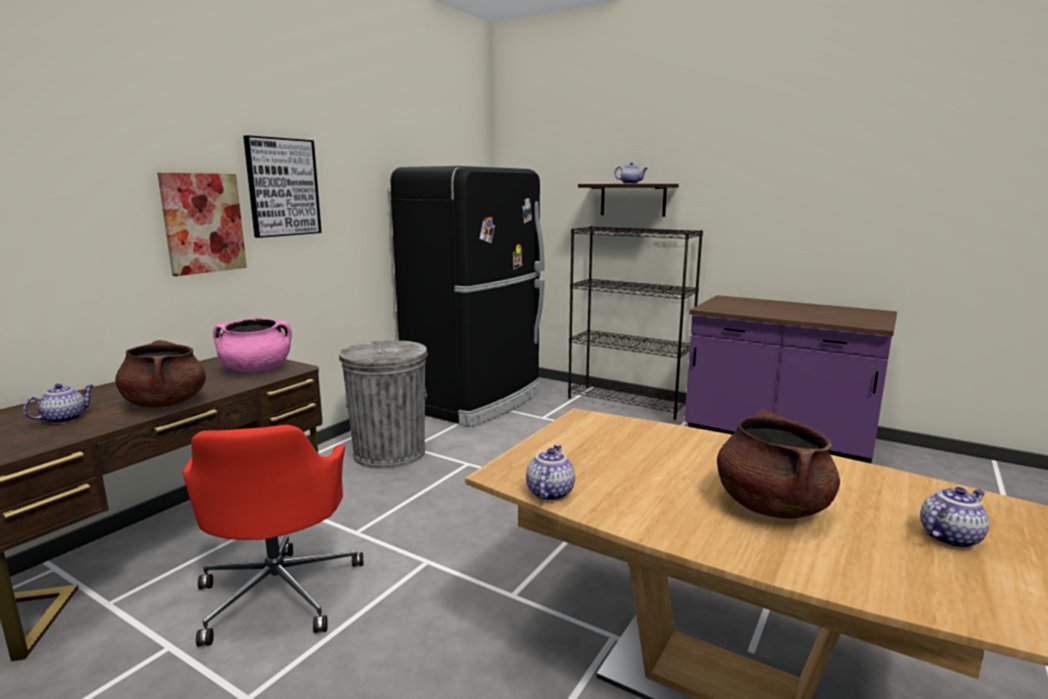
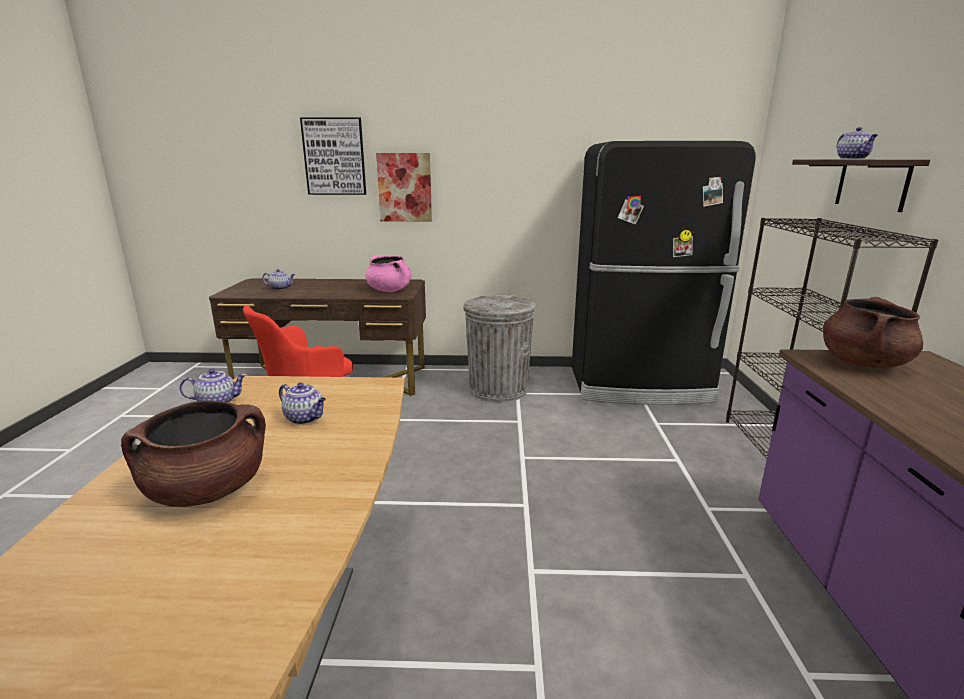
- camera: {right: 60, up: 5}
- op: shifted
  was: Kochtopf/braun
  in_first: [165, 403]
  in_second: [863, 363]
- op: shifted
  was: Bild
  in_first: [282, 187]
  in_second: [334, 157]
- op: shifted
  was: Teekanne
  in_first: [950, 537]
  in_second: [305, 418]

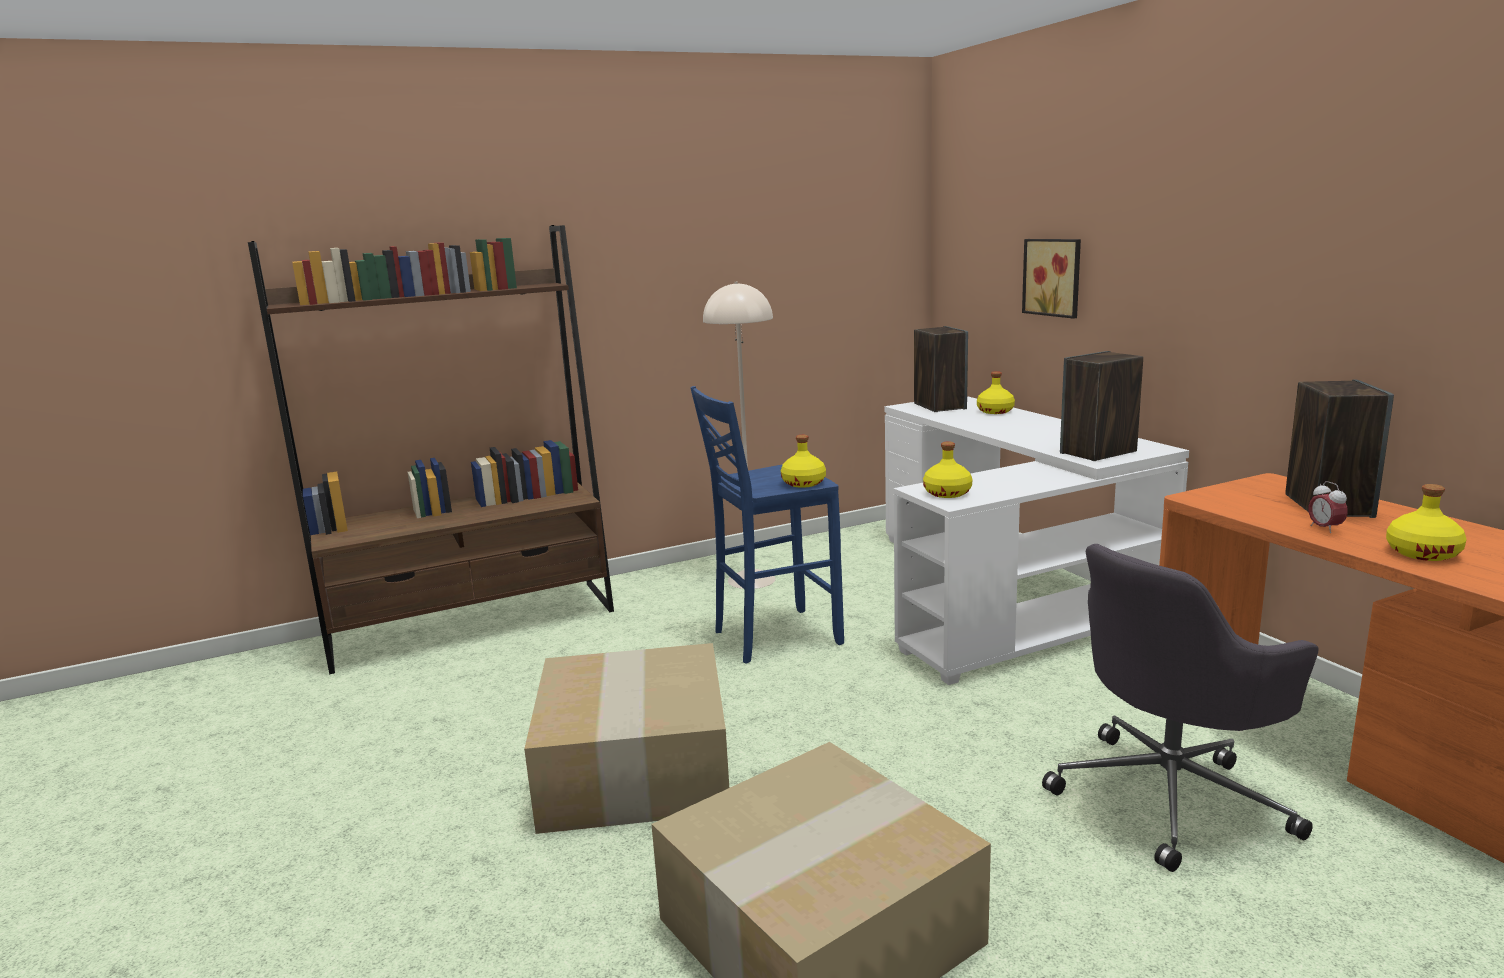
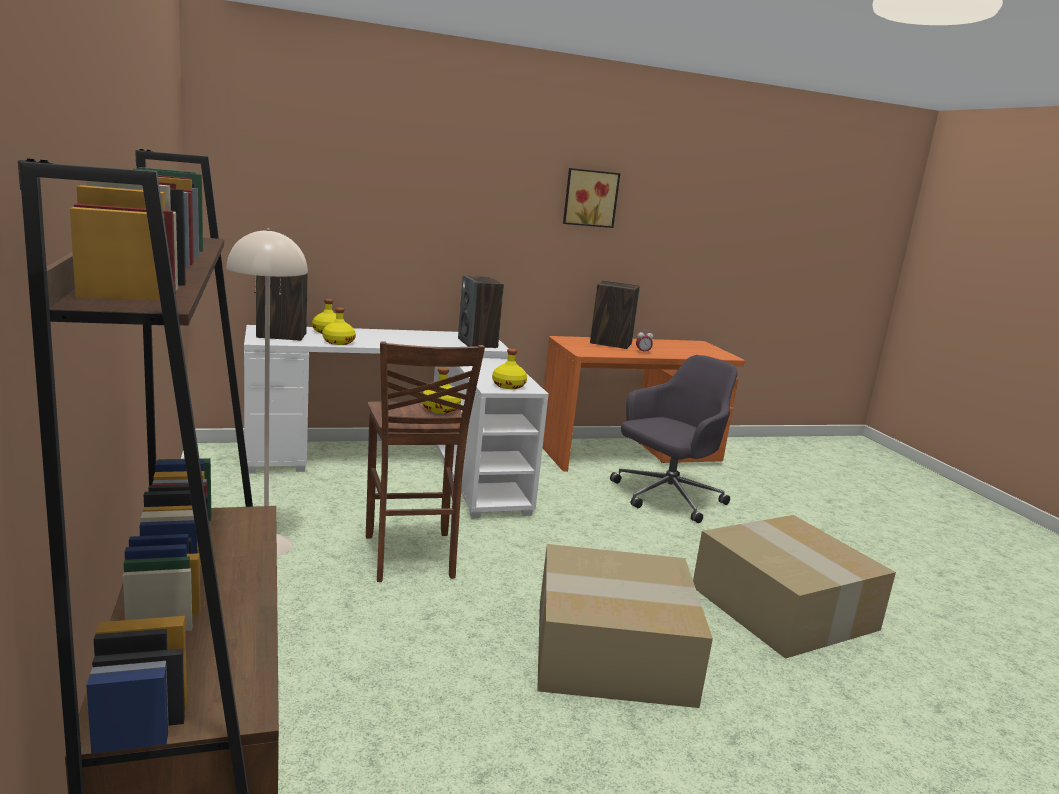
- camera: {right: -85, up: 0}
- op: repainted
  was: Hocker/blau
  now: Hocker/braun
  in_first: [773, 637]
  in_second: [410, 558]
- op: shifted
  was: Bild
  in_first: [1054, 277]
  in_second: [590, 198]
- op: rotated
  was: Bürostuhl/grau
  in_first: [1171, 796]
  in_second: [666, 497]
  clockwise: -105
- op: shifted
  was: Flasche/gelb
  in_first: [1422, 553]
  in_second: [338, 342]

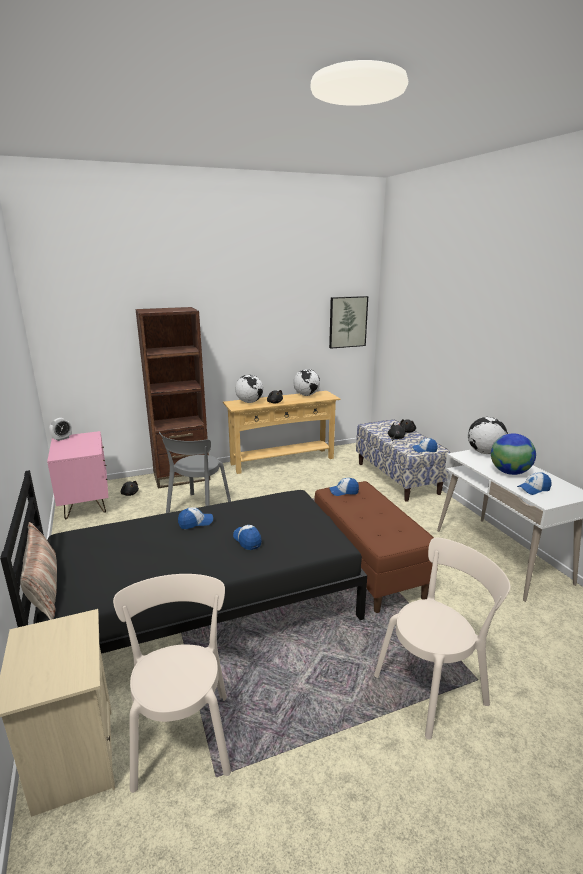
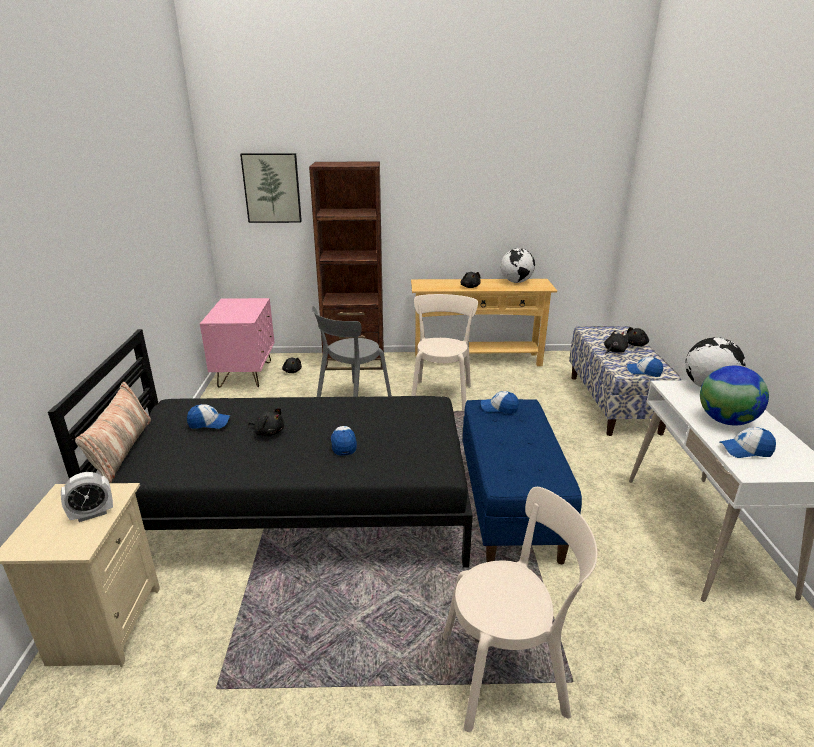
- camera: {right: 20, up: 5}
- op: shifted
  was: Wecker
  in_first: [62, 438]
  in_second: [92, 514]
- op: shifted
  was: Stuhl/beige
  in_first: [182, 734]
  in_second: [441, 394]
- op: shifted
  was: Kappe
  in_first: [195, 523]
  in_second: [209, 423]
- op: gone
  was: Globus
  in_first: [249, 402]
- op: repainted
  was: Bank/braun
  now: Bank/blau
  in_first: [366, 566]
  in_second: [508, 505]
- op: shifted
  was: Bild
  in_first: [347, 322]
  in_second: [272, 188]
- op: new
  now: Plüschtier/schwarz
  in_second: [268, 432]

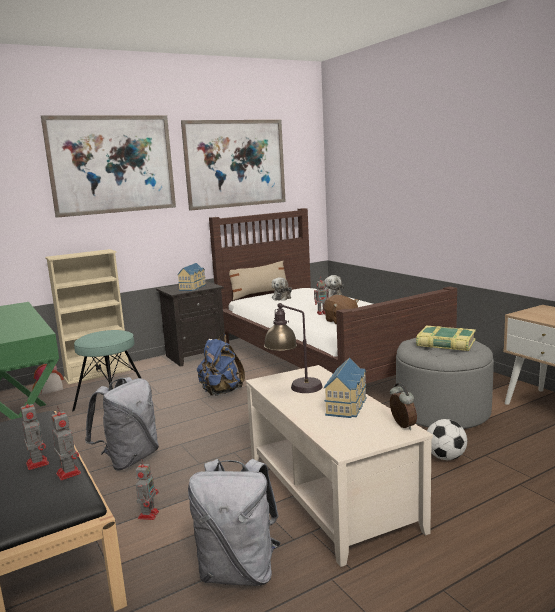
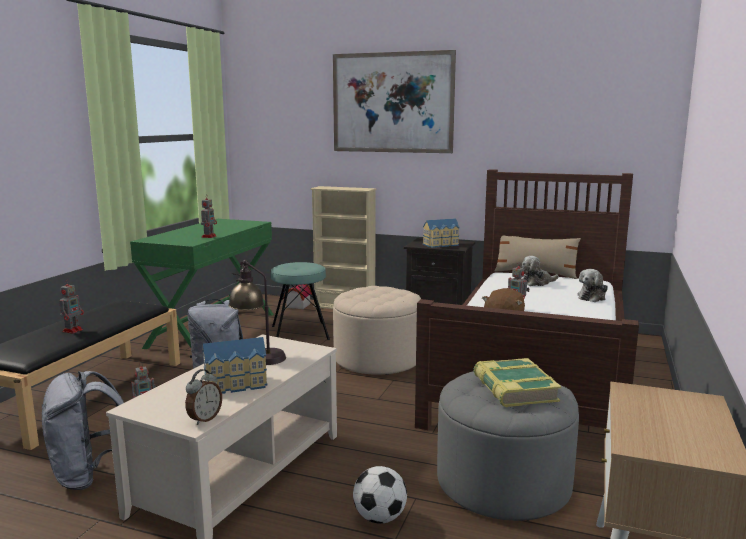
- camera: {right: 50, up: 0}
- op: shifted
  was: Spielzeugroboter
  in_first: [68, 473]
  in_second: [209, 236]
- op: gone
  was: Bild
  in_first: [236, 163]
- op: swapped
  was: Rucksack/blau
  now: Polsterhocker/beige
  in_first: [221, 392]
  in_second: [377, 358]

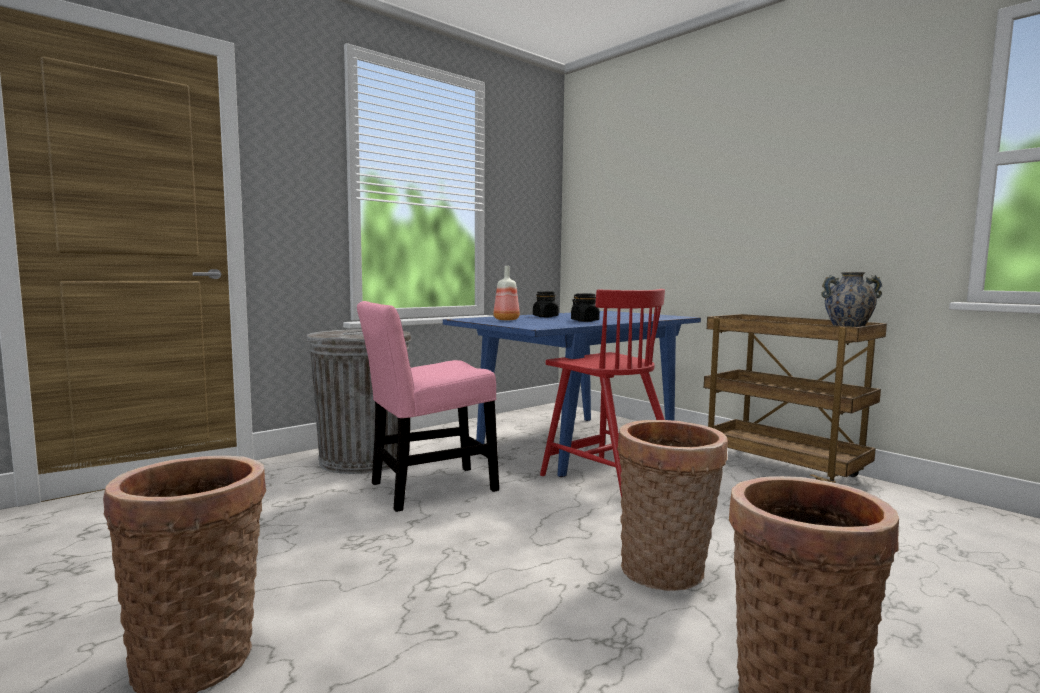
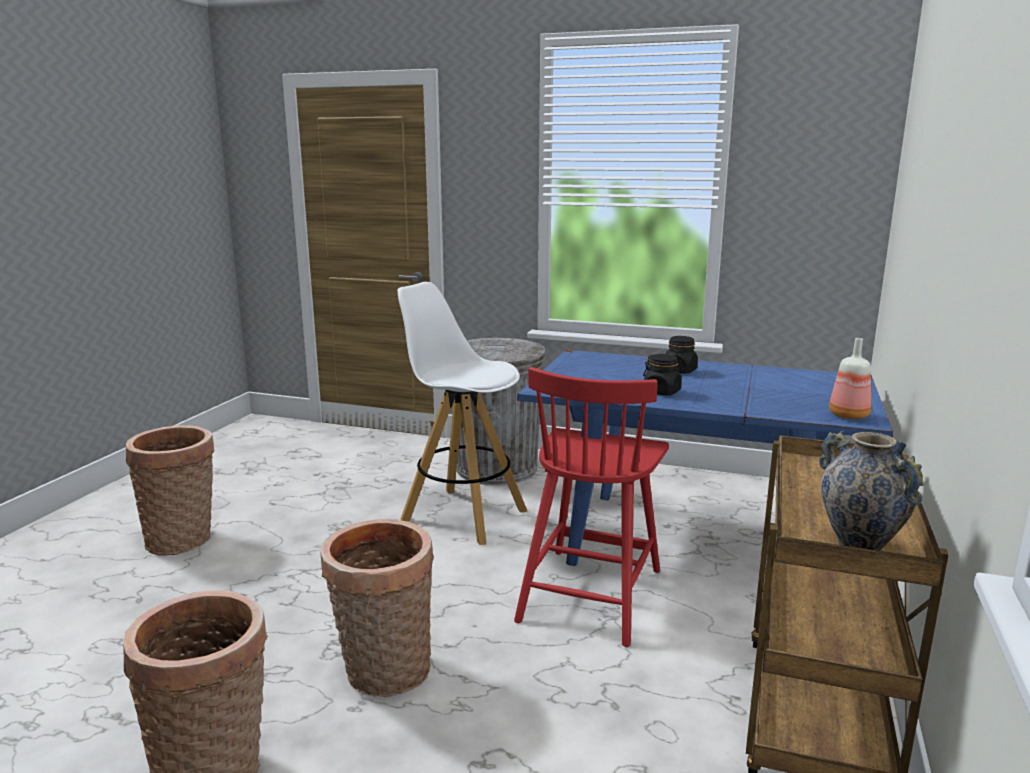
- camera: {right: 60, up: 10}
- op: swapped
  was: Stuhl/rosa
  now: Hocker/weiß
  in_first: [427, 488]
  in_second: [463, 515]
- op: shifted
  was: Flasche
  in_first: [505, 319]
  in_second: [848, 415]

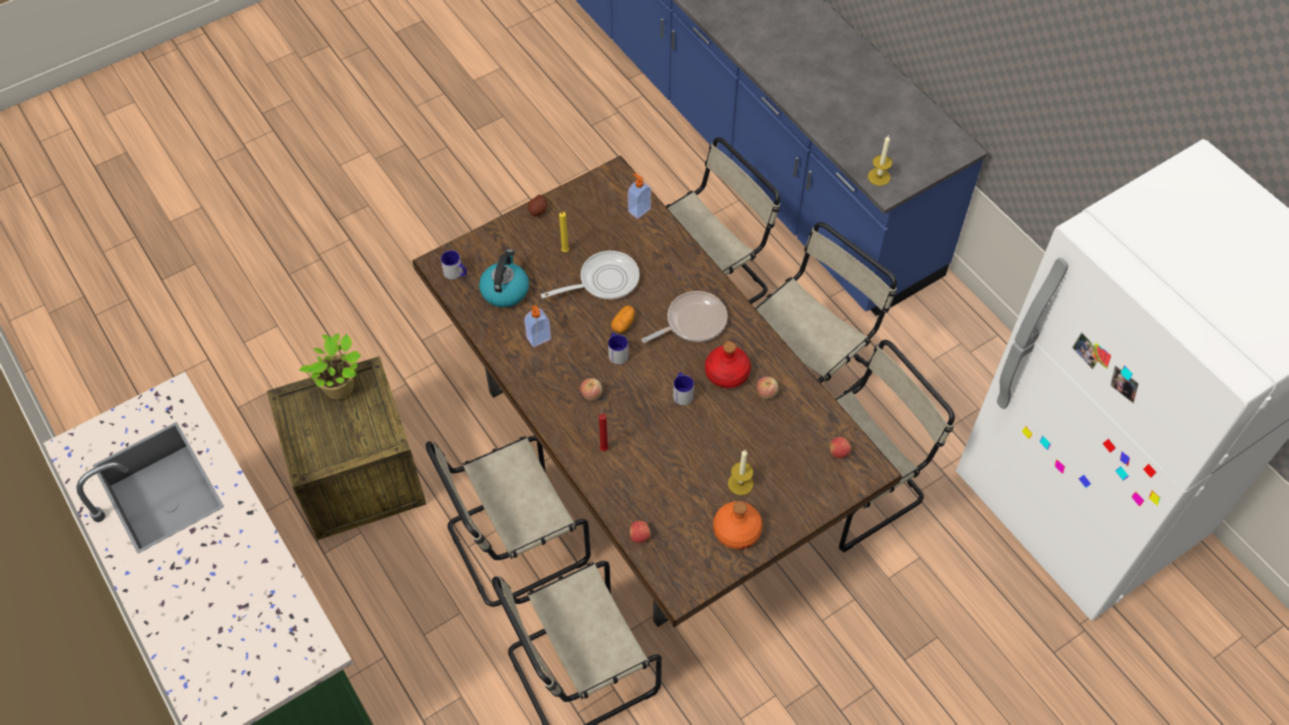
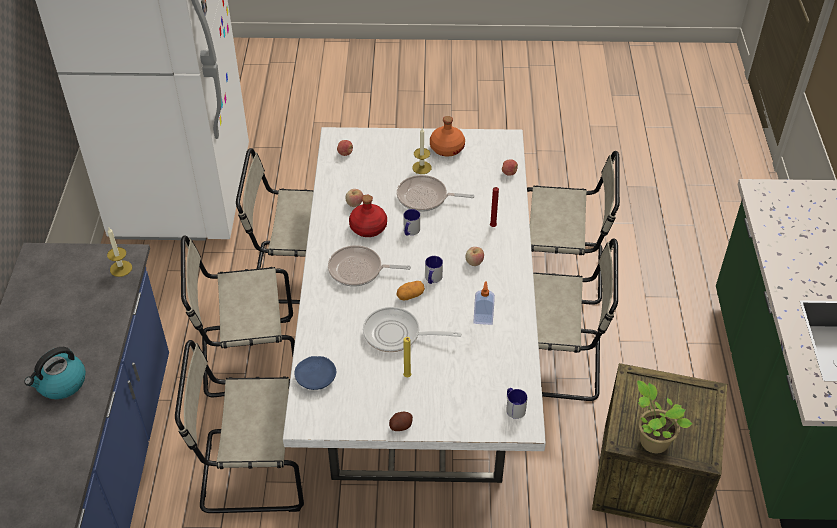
- camera: {right: -145, up: -10}
- op: repainted
  was: Esstisch/braun
  now: Esstisch/weiß
  in_first: [643, 455]
  in_second: [418, 367]
- op: shifted
  was: Wasserkessel
  in_first: [505, 290]
  in_second: [61, 383]
- op: swapped
  was: Seifenspender
  now: Teller/blau
  in_first: [638, 210]
  in_second: [316, 377]
- op: new
  now: Pfanne
  in_second: [425, 198]

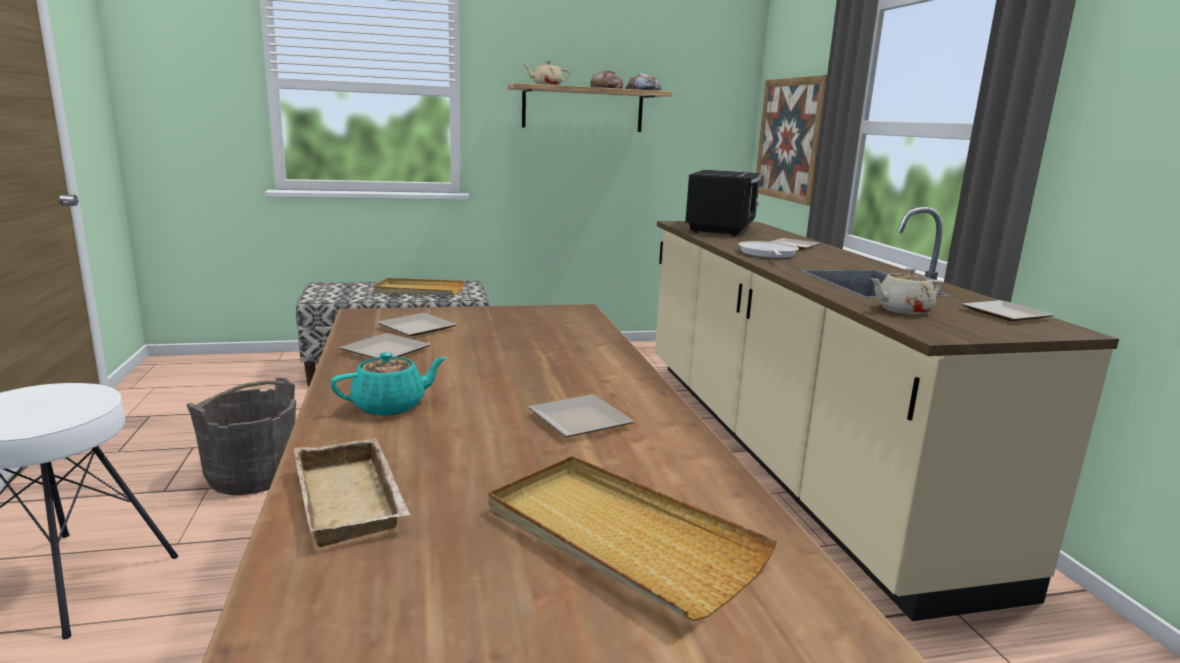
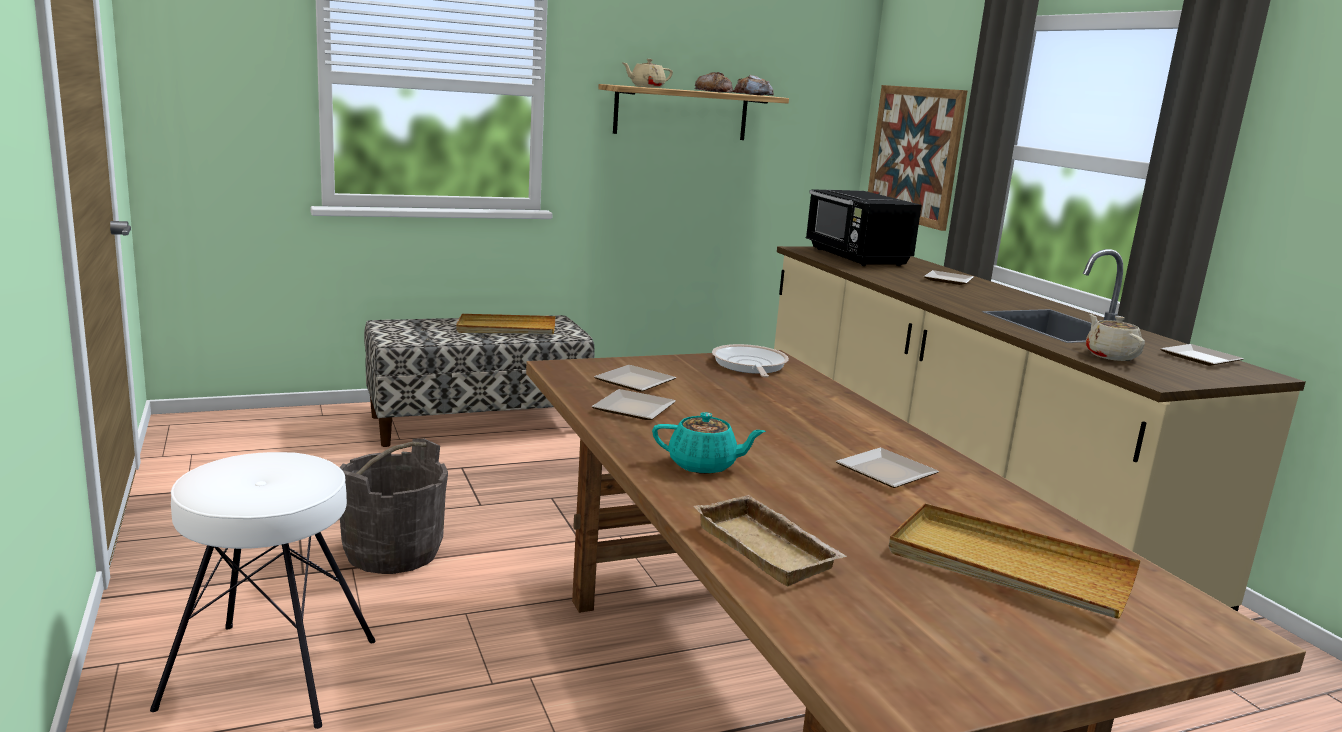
- camera: {right: -10, up: 0}
- op: rotated
  was: Teekanne/türkis
  in_first: [390, 406]
  in_second: [704, 465]
  clockwise: 45
- op: rotated
  was: Mikrowelle/schwarz
  in_first: [722, 229]
  in_second: [856, 257]
  clockwise: 150
- op: shifted
  was: Pfanne
  in_first: [767, 254]
  in_second: [749, 366]
- op: rotated
  was: Teekanne/beige
  in_first: [902, 310]
  in_second: [1110, 356]
  clockwise: 105

